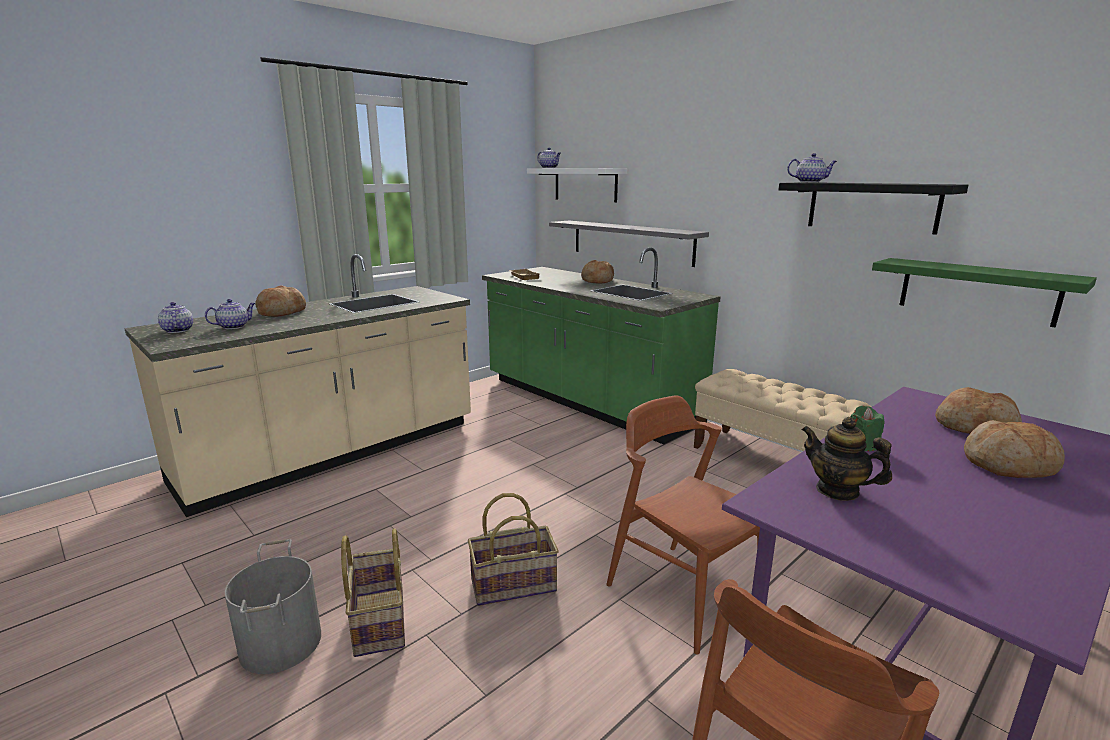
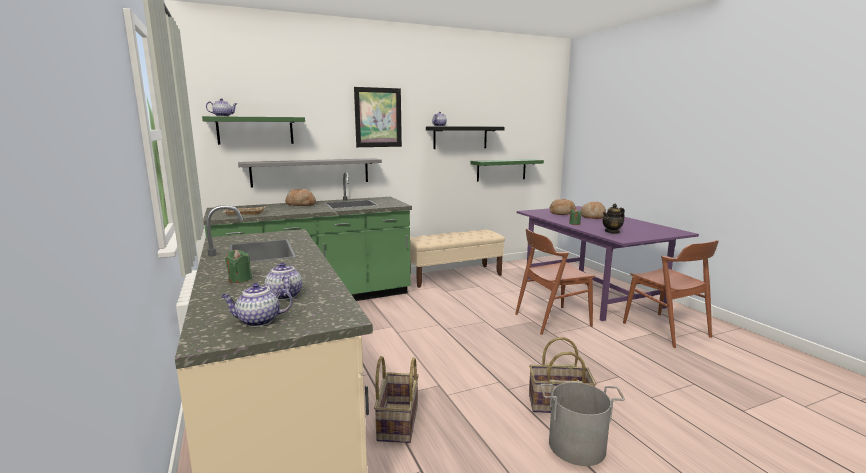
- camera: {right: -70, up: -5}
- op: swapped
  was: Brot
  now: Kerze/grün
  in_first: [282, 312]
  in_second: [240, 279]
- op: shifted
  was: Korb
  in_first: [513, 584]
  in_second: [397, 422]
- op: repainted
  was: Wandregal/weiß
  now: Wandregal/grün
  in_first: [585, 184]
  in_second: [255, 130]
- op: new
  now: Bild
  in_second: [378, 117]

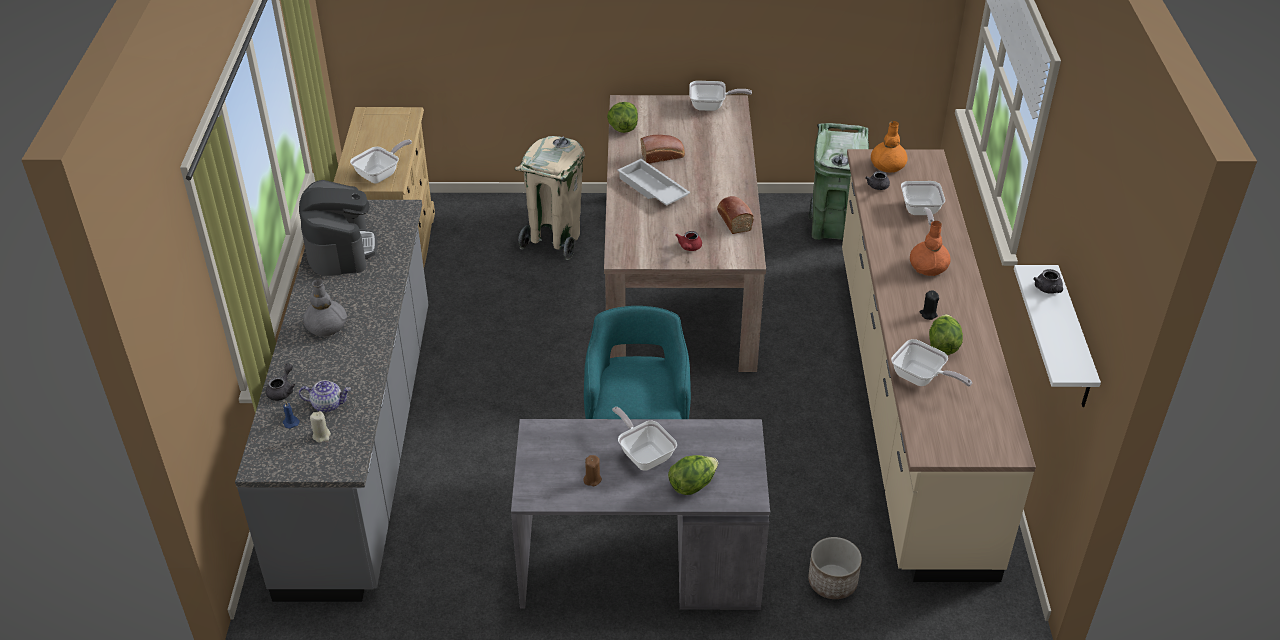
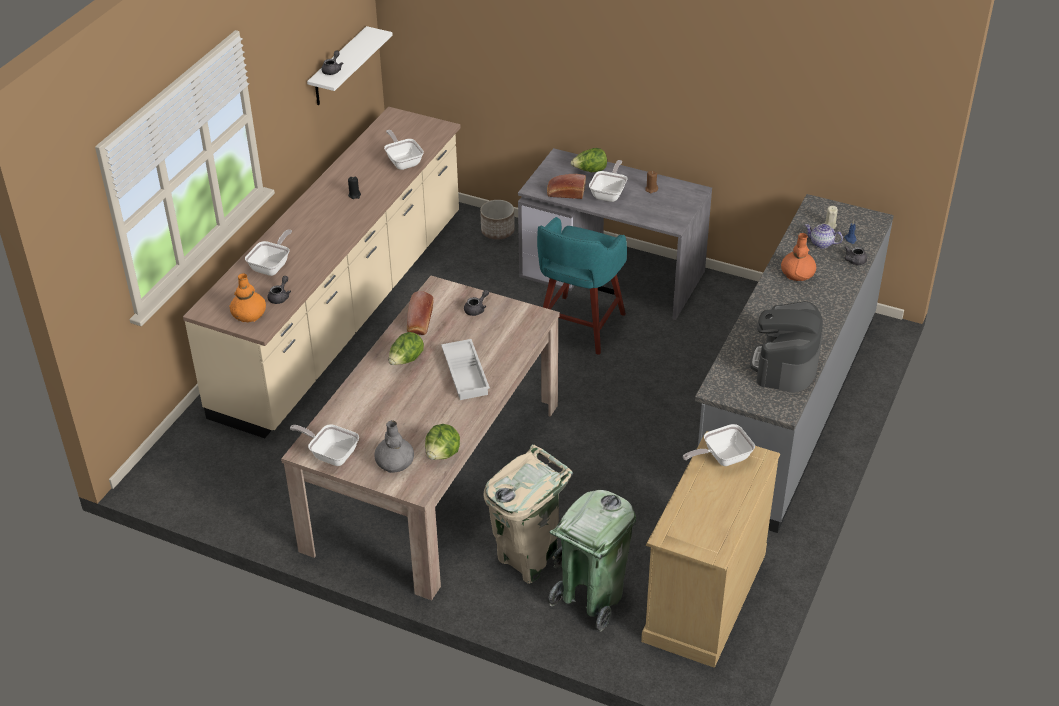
- camera: {right: -155, up: 0}
- op: shifted
  was: Vase/grau
  in_first: [326, 327]
  in_second: [395, 462]
- op: rotated
  was: Pfanne
  in_first: [644, 454]
  in_second: [609, 193]
  clockwise: -150
- op: shifted
  was: Brot
  in_first: [663, 156]
  in_second: [565, 193]
- op: repainted
  was: Teekanne/rot
  now: Teekanne/grau
  in_first: [689, 248]
  in_second: [477, 309]
- op: shifted
  was: Mülleimer/grün
  in_first: [833, 228]
  in_second: [591, 599]
- op: shifted
  was: Vase/orange
  in_first: [928, 267]
  in_second: [797, 274]
- op: shifted
  was: Salatkopf
  in_first: [943, 345]
  in_second: [406, 360]

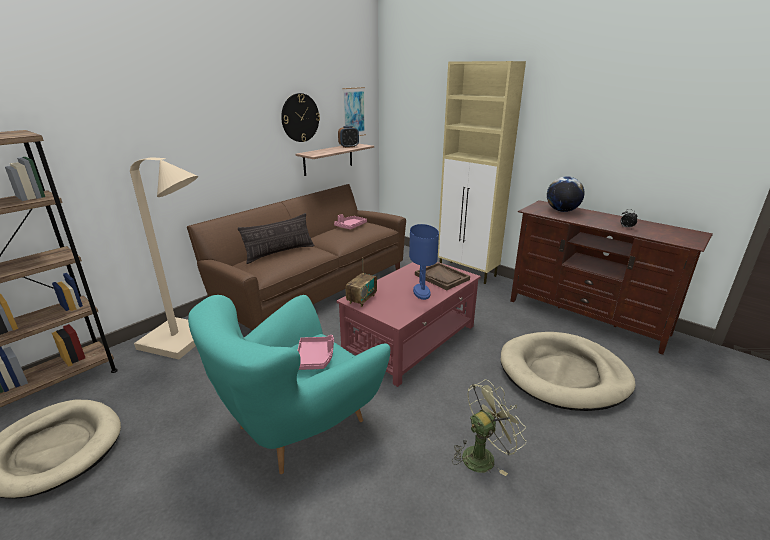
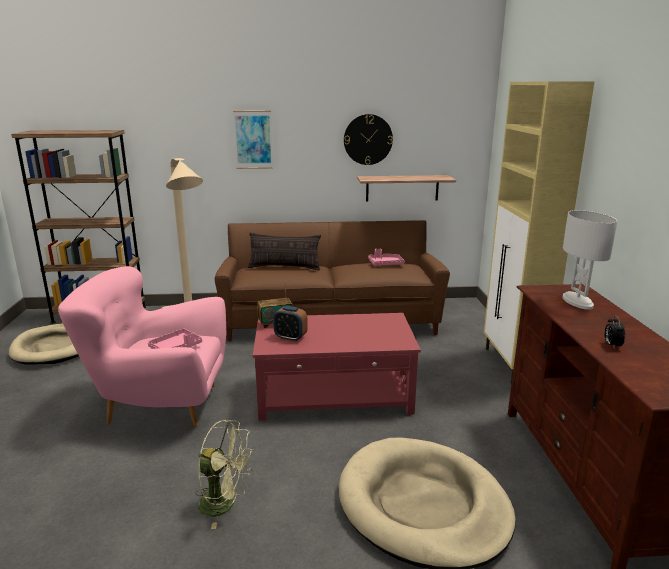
- camera: {right: 45, up: -5}
- op: repainted
  was: Sessel/türkis
  now: Sessel/rosa
  in_first: [298, 425]
  in_second: [160, 404]
- op: shifted
  was: Wecker
  in_first: [348, 147]
  in_second: [290, 337]
- op: shifted
  was: Bild
  in_first: [354, 112]
  in_second: [253, 140]
- op: gone
  was: Tischlampe/blau
  in_first: [421, 292]
- op: gone
  was: Tablett/braun
  in_first: [442, 277]
- op: swapped
  was: Globus
  now: Tischlampe/weiß
  in_first: [562, 211]
  in_second: [577, 302]

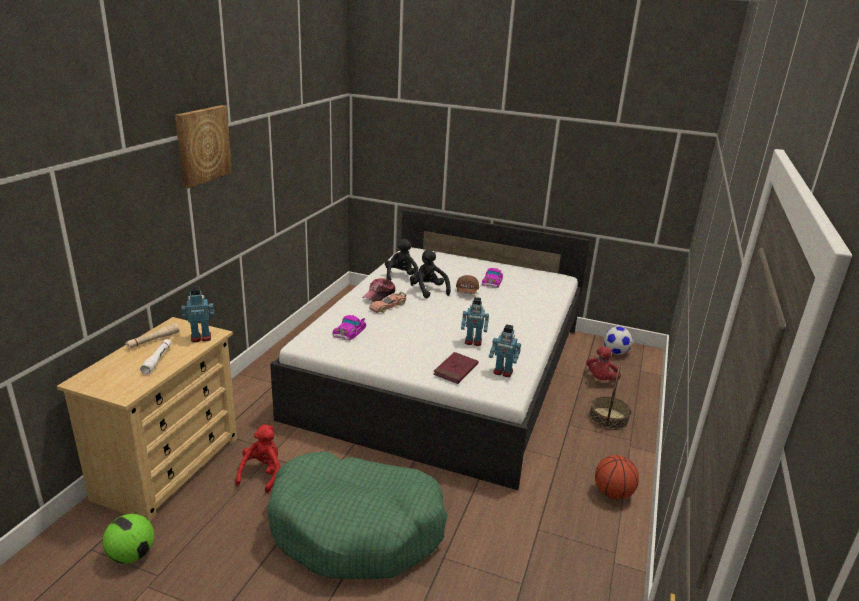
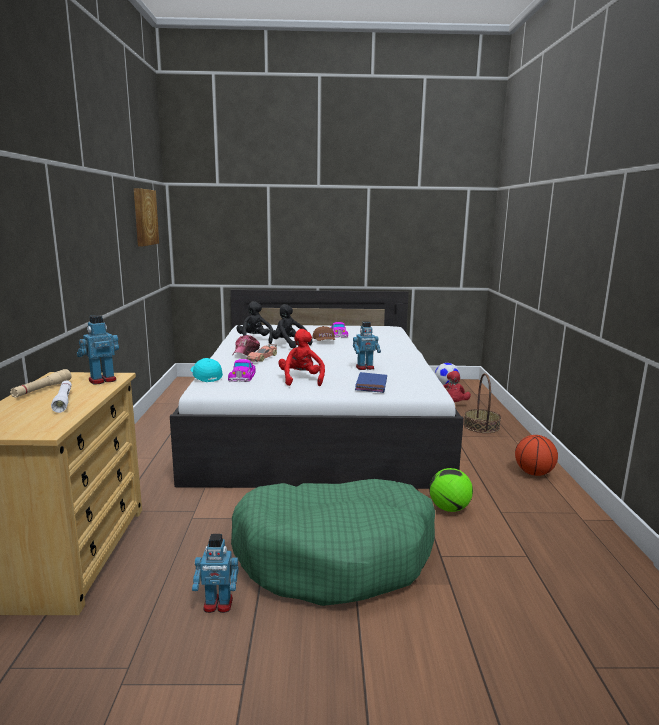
- camera: {right: -20, up: -10}
- op: shifted
  was: Fußball
  in_first: [132, 555]
  in_second: [449, 508]
- op: shifted
  was: Bild
  in_first: [202, 145]
  in_second: [144, 217]
- op: shifted
  was: Plüschtier/rot
  in_first: [262, 474]
  in_second: [301, 380]
- op: repainted
  was: Buch/rot
  now: Buch/blau
  in_first: [456, 370]
  in_second: [371, 385]
- op: shifted
  was: Spielzeugroboter
  in_first: [503, 372]
  in_second: [218, 605]
- op: new
  now: Kappe/türkis
  in_second: [205, 377]

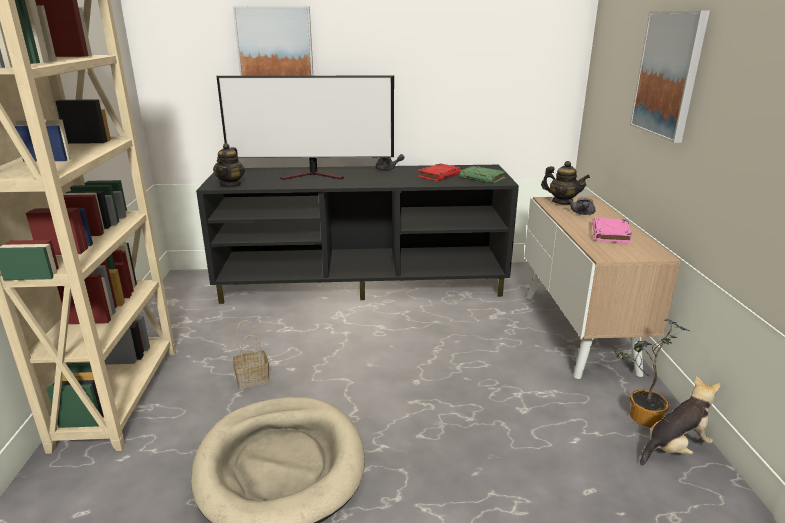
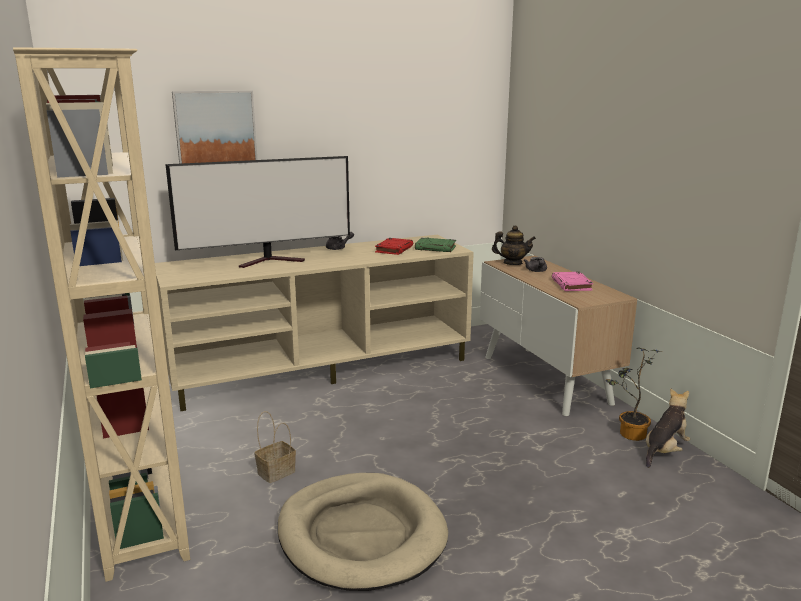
- camera: {right: -20, up: -5}
- op: repainted
  was: Fernsehschrank/schwarz
  now: Fernsehschrank/beige
  in_first: [363, 283]
  in_second: [323, 368]
- op: gone
  was: Teekanne
  in_first: [231, 185]
- op: gone
  was: Bild
  in_first: [668, 74]

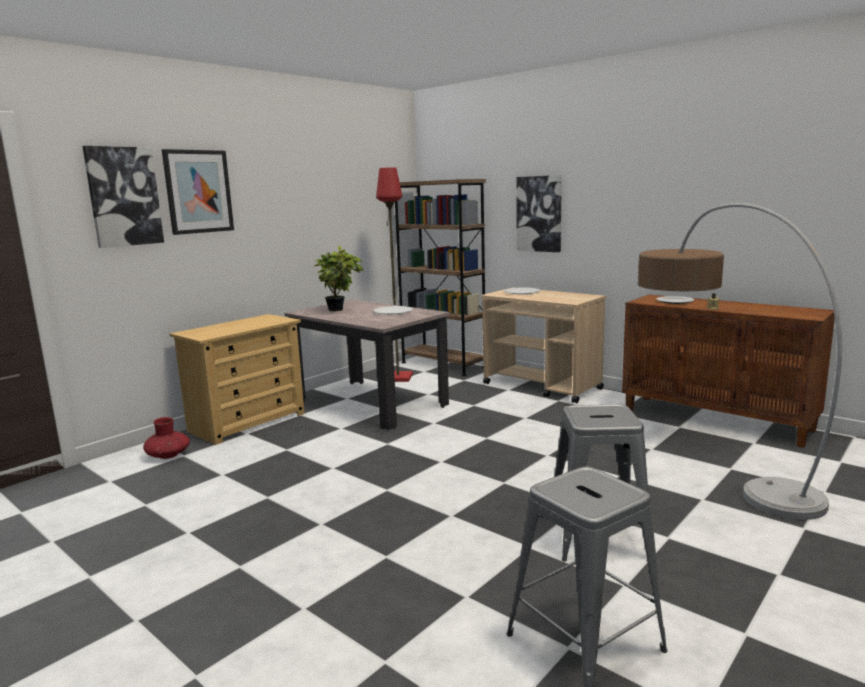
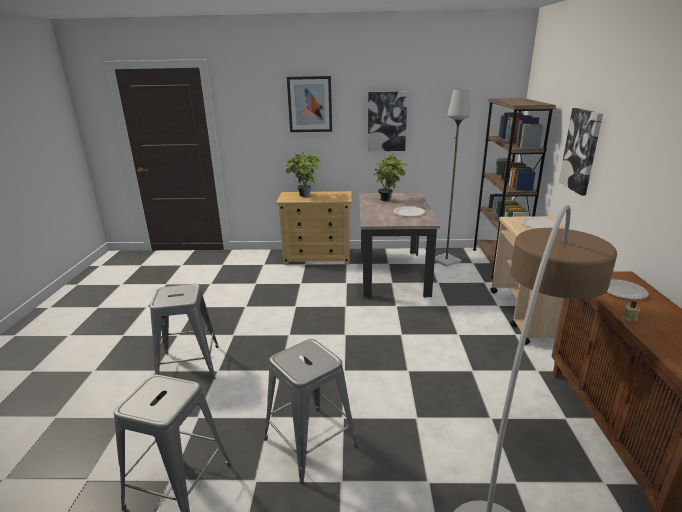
- camera: {right: 50, up: 10}
- op: shifted
  was: Bild
  in_first: [124, 196]
  in_second: [386, 121]
- op: gone
  was: Vase/rot
  in_first: [168, 455]
- op: repainted
  was: Stehlampe/rot
  now: Stehlampe/grau
  in_first: [397, 378]
  in_second: [445, 261]
- op: new
  now: Hocker/grau
  in_second: [189, 365]
- op: new
  now: Topfpflanze
  in_second: [305, 196]

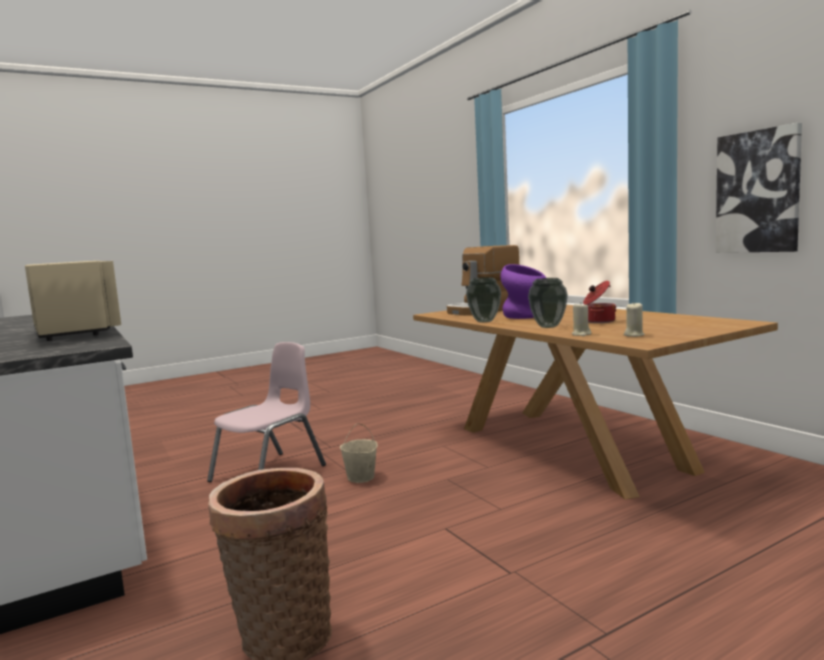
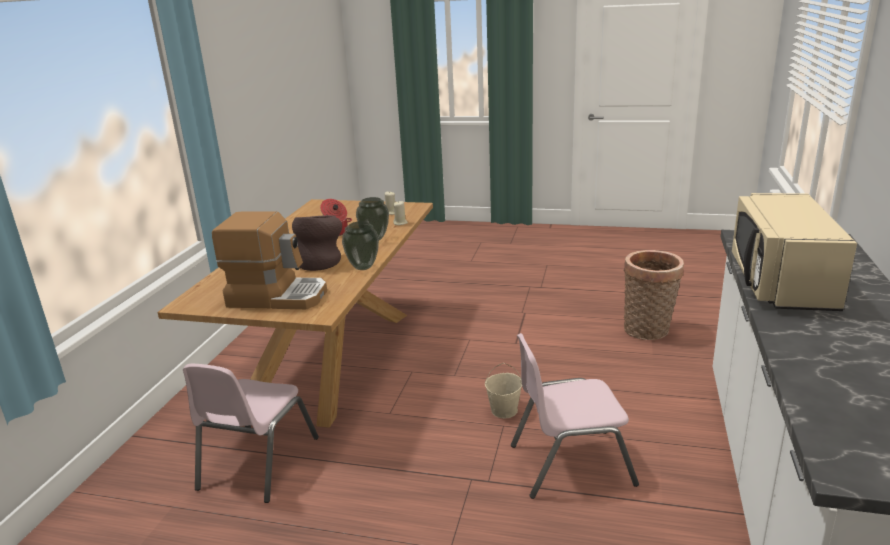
- camera: {right: -135, up: 15}
- op: repainted
  was: Vase/lila
  now: Vase/braun
  in_first: [526, 316]
  in_second: [320, 262]
- op: gone
  was: Bild
  in_first: [758, 192]
- op: new
  now: Stuhl/rosa
  in_second: [257, 463]

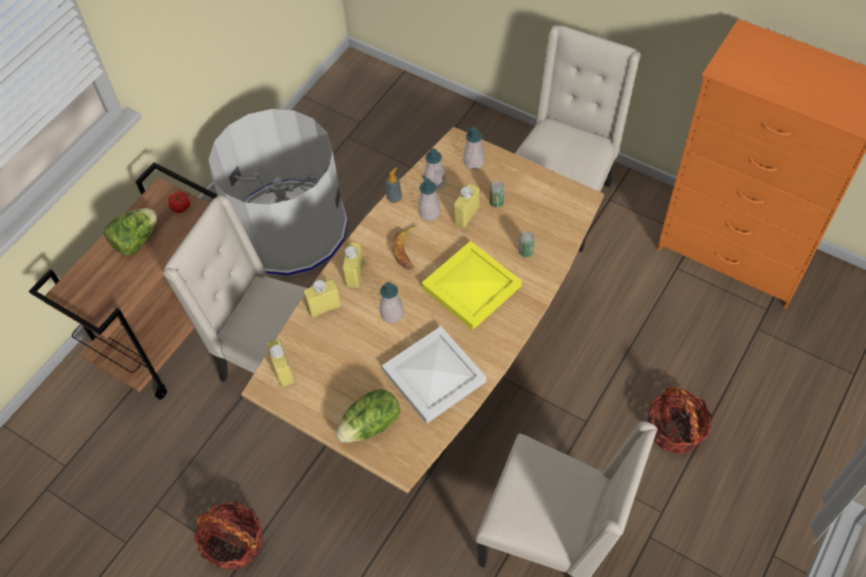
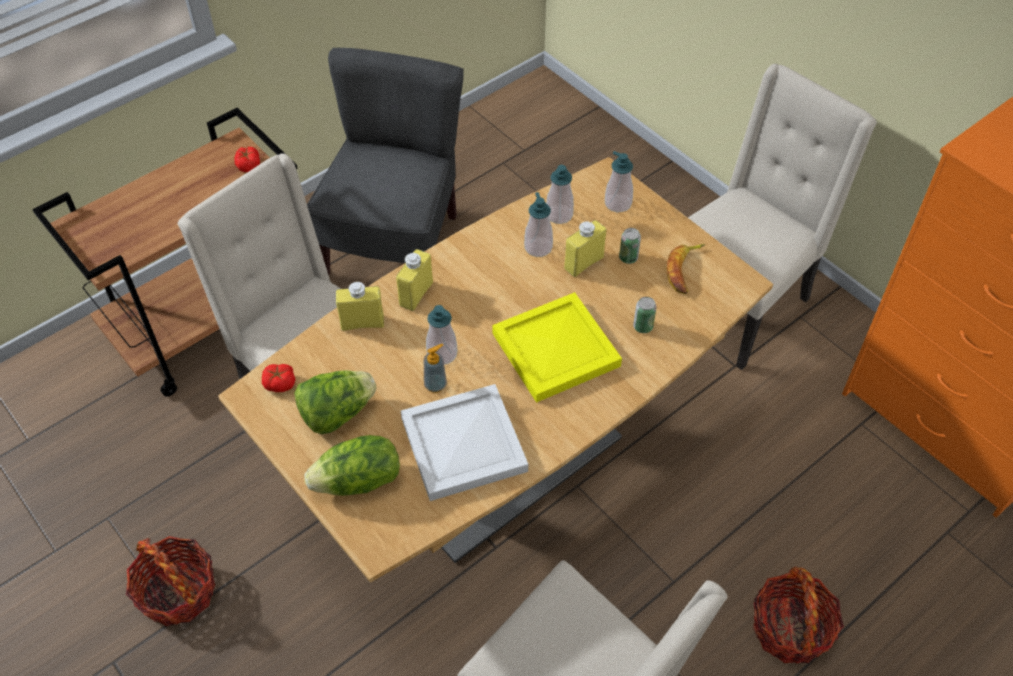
- camera: {right: 15, up: -5}
- op: shifted
  was: Salatkopf
  in_first: [136, 240]
  in_second: [337, 413]
- op: swapped
  was: Mülleimer/grau
  now: Stuhl/grau
  in_first: [290, 229]
  in_second: [394, 246]
- op: swapped
  was: Flasche/gelb
  now: Tomate
  in_first: [283, 371]
  in_second: [280, 383]
- op: shifted
  was: Seifenspender
  in_first: [394, 198]
  in_second: [435, 385]
- op: shifted
  was: Banane
  in_first: [407, 250]
  in_second: [684, 271]

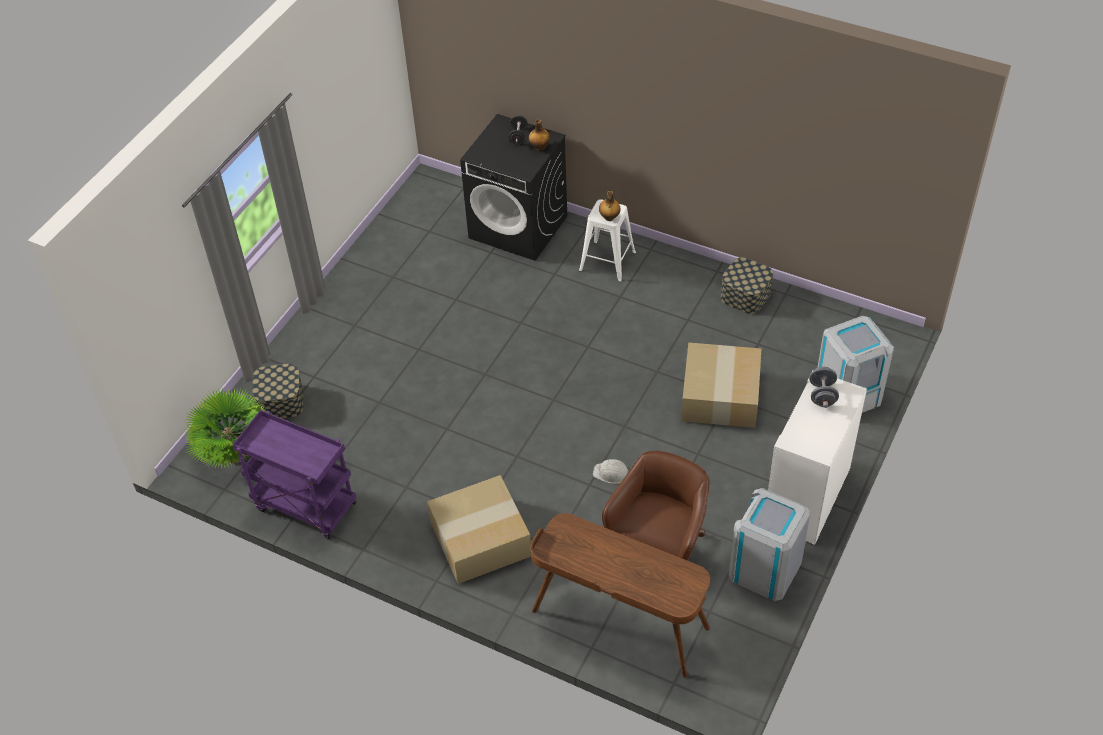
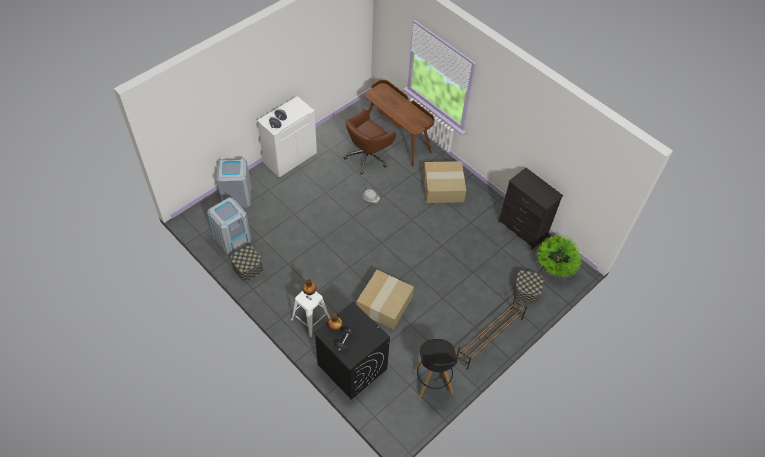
- camera: {right: -165, up: 5}
- op: swapped
  was: Rollwagen/lila
  now: Kommode/schwarz
  in_first: [304, 506]
  in_second: [522, 229]
- op: shifted
  was: Karton
  in_first: [721, 397]
  in_second: [384, 303]
- op: shifted
  was: Mülleimer/grau
  in_first: [765, 569]
  in_second: [232, 238]
- op: new
  now: Hocker/schwarz
  in_second: [433, 382]
- op: new
  now: Schuhregal/braun
  in_second: [489, 338]

